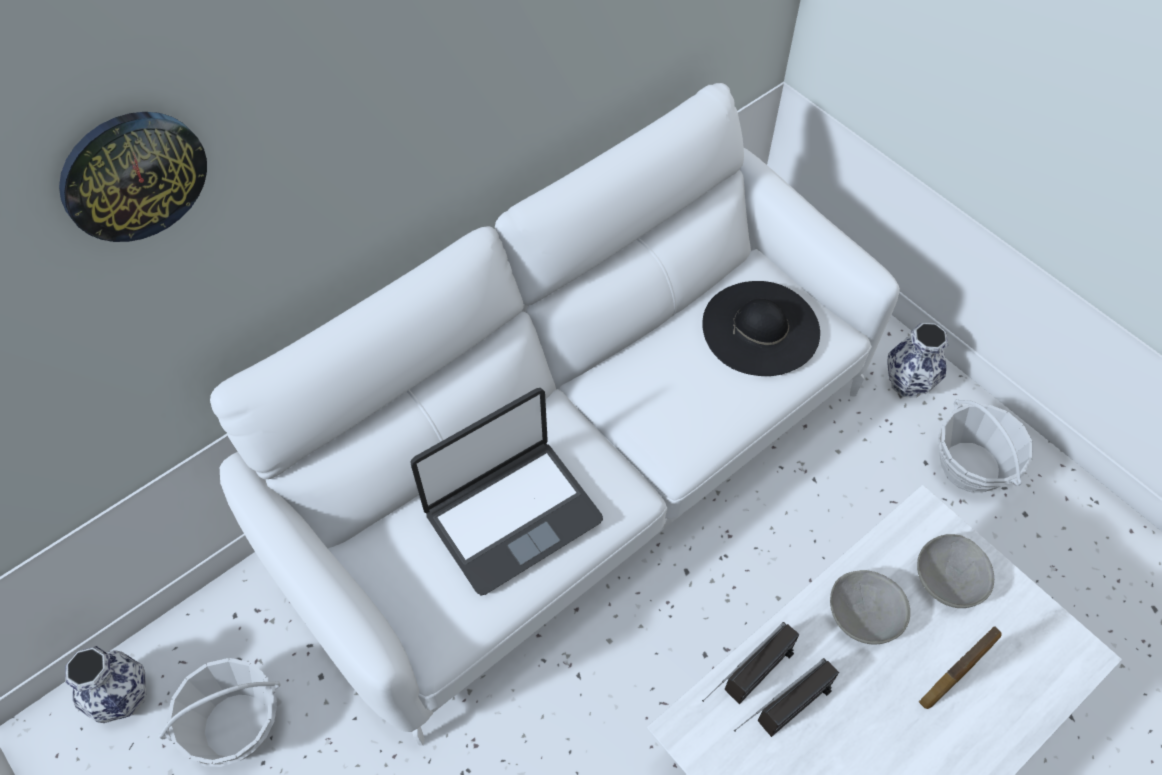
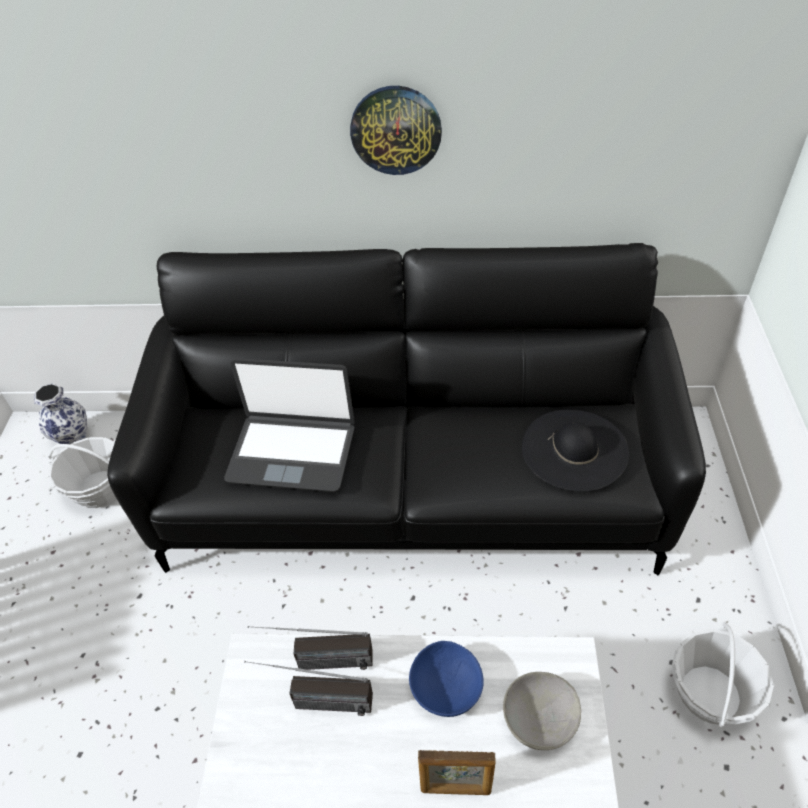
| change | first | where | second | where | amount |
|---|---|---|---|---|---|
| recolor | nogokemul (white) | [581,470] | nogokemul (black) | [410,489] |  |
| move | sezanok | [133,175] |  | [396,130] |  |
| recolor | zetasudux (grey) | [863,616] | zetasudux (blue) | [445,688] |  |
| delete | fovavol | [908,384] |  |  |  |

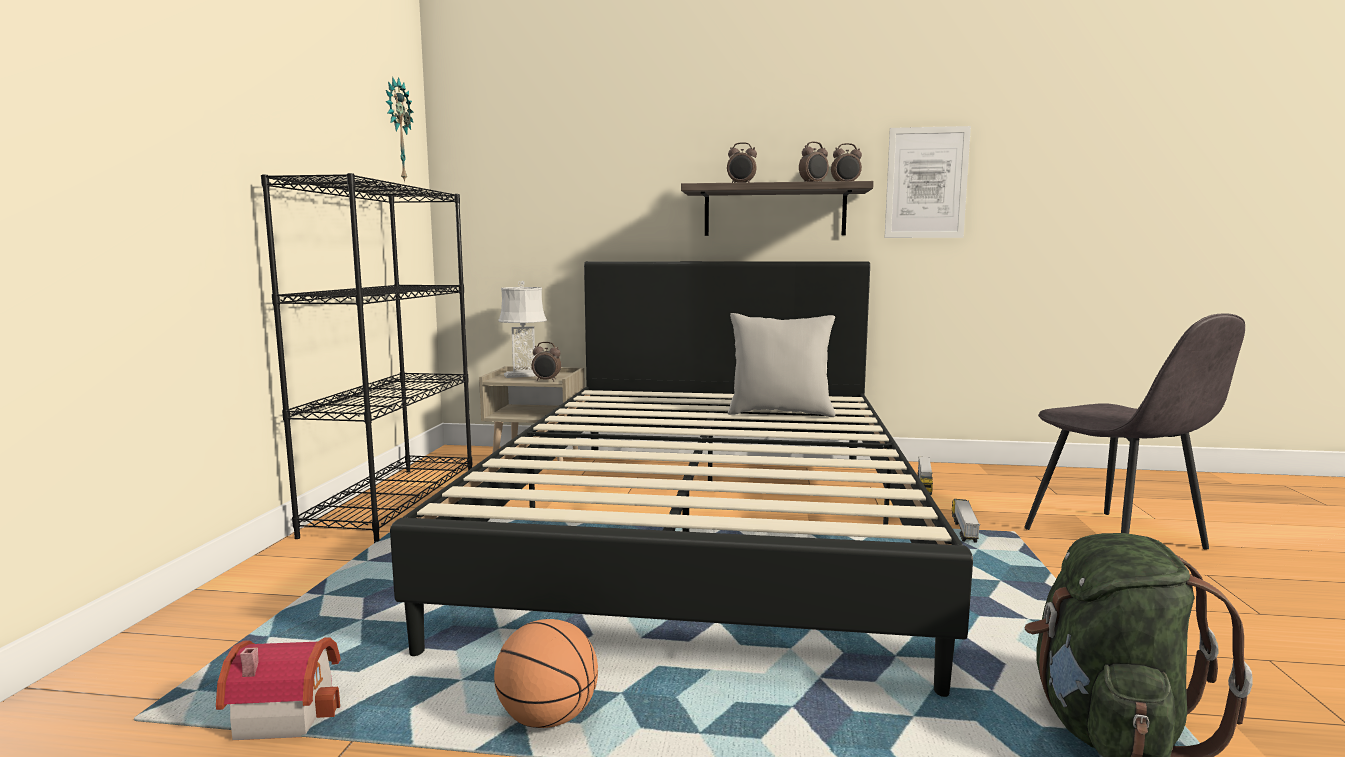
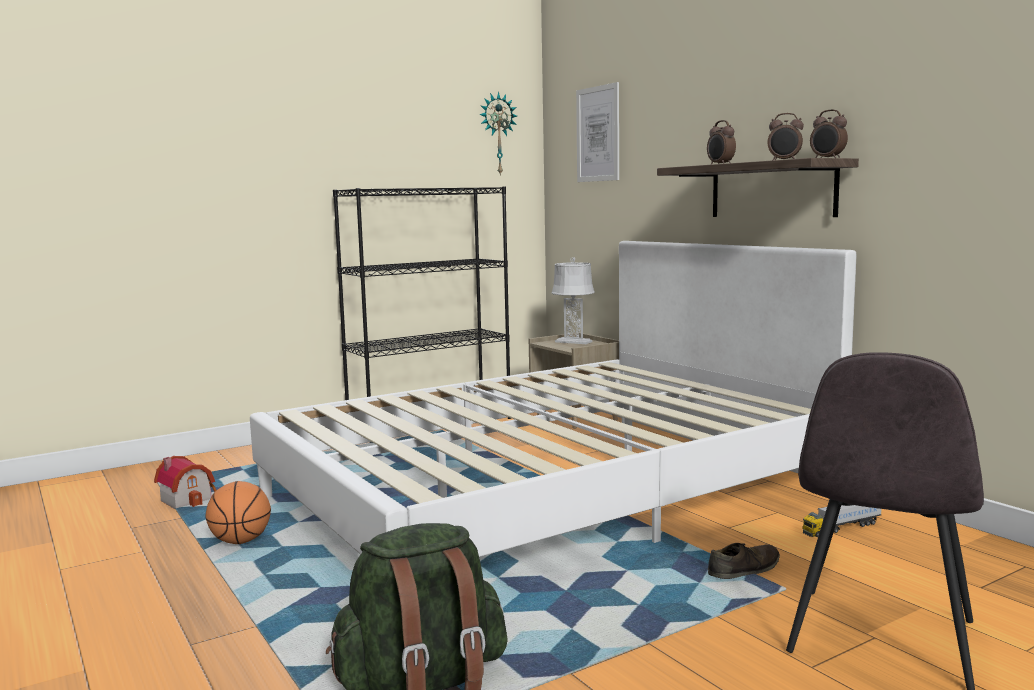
| change | first | where | second | where | amount |
|---|---|---|---|---|---|
| recolor | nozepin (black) | [705,527] | nozepin (white) | [548,494] |  |
| move | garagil | [926,183] |  | [598,134] |  |
| replace | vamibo | [963,529] | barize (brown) | [744,569] |  |
| delete | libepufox | [546,380] |  |  |  |
| delete | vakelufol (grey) | [780,413] |  |  |  |

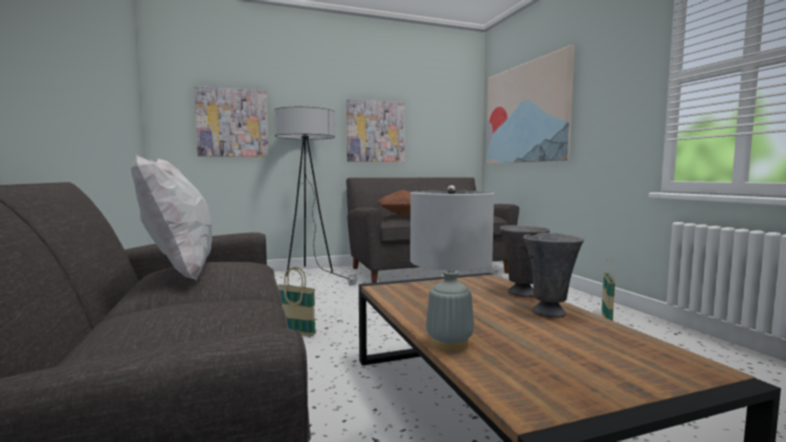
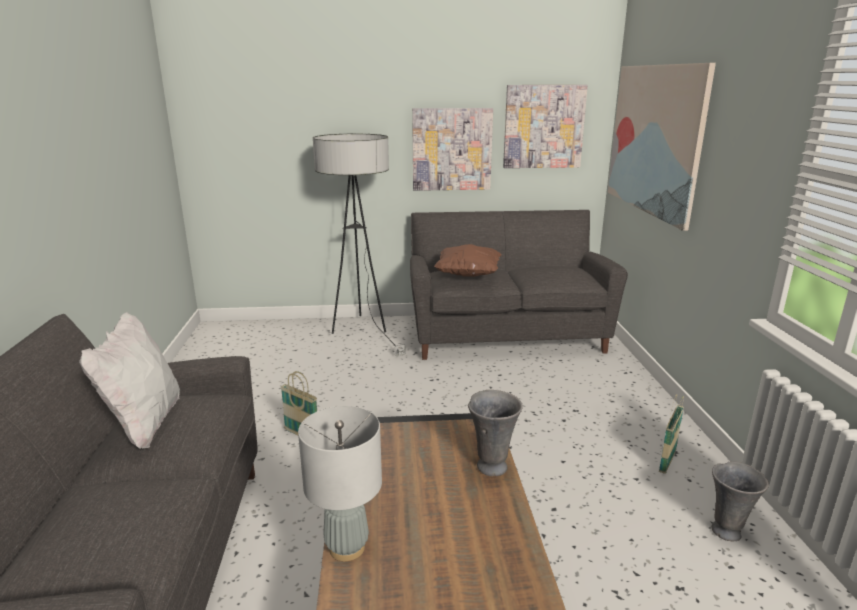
| change | first | where | second | where | amount |
|---|---|---|---|---|---|
| move | garagil | [232,123] |  | [543,127] |  |
| move | fovavol (grey) | [549,312] |  | [727,531] |  |

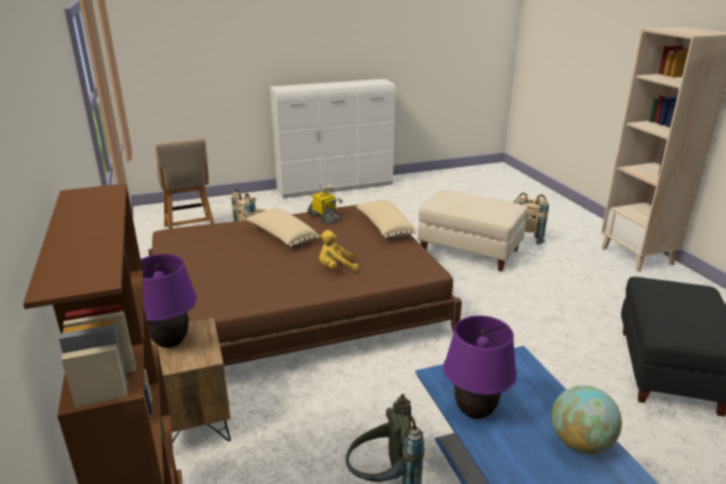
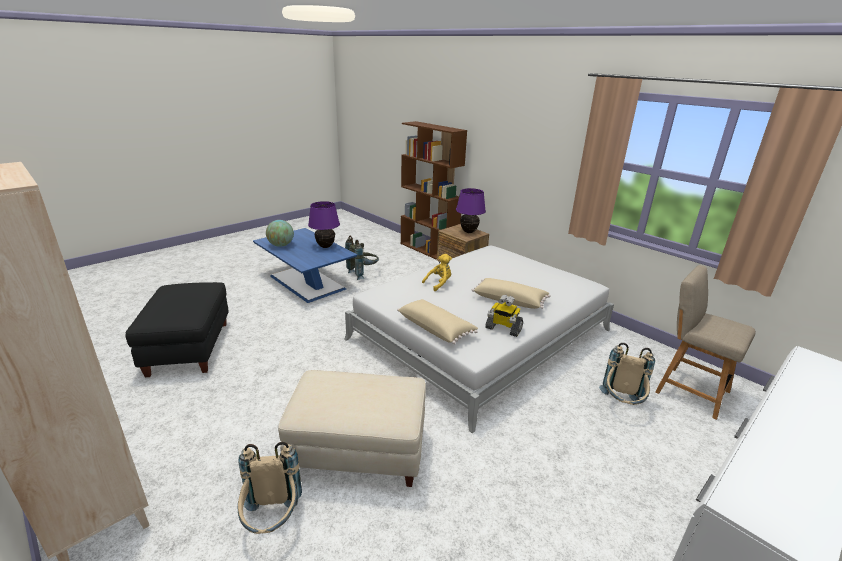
| change | first | where | second | where | amount |
|---|---|---|---|---|---|
| recolor | nozepin (brown) | [295,306] | nozepin (white) | [480,334] |  |

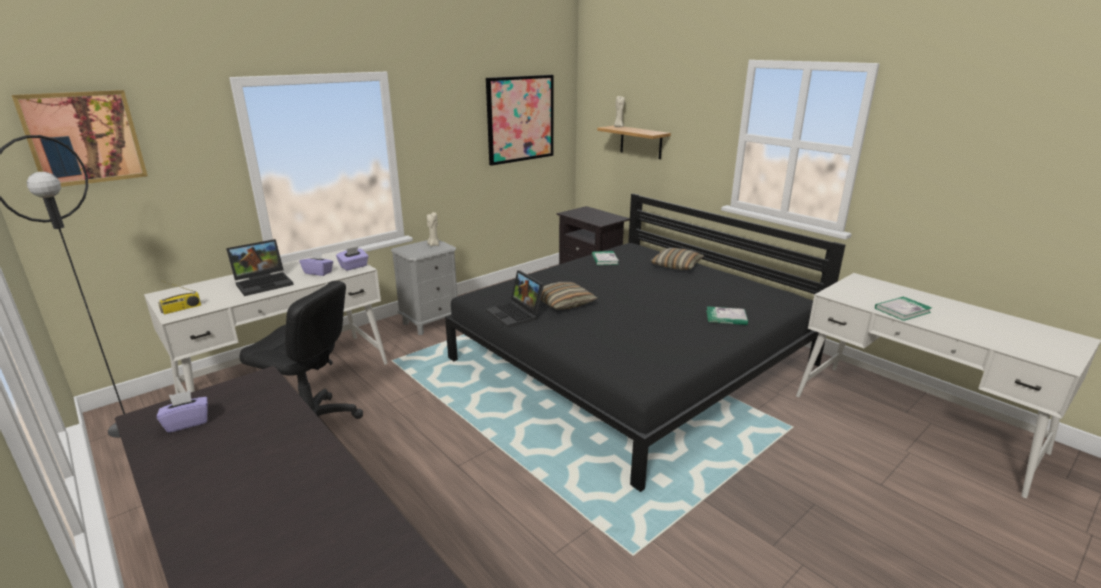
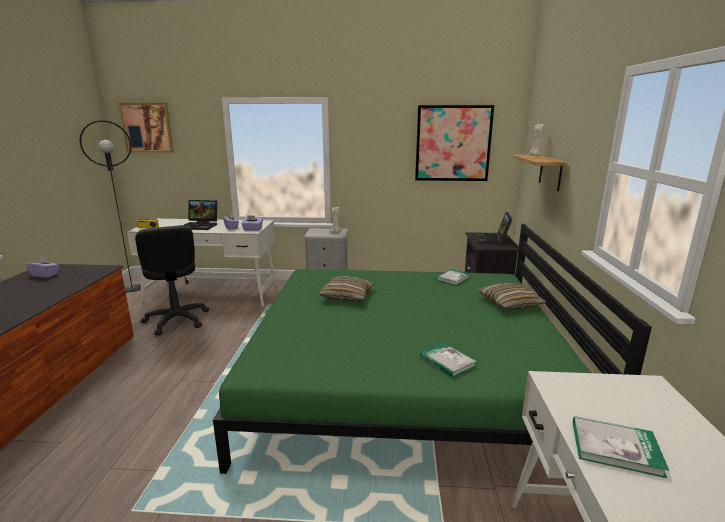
| change | first | where | second | where | amount |
|---|---|---|---|---|---|
| recolor | nozepin (black) | [633,361] | nozepin (green) | [406,379] |  |
| move | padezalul | [516,314] |  | [493,240] |  |

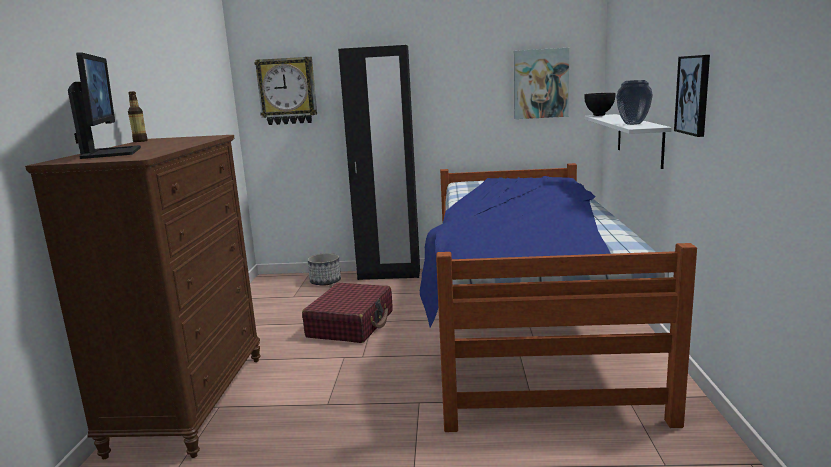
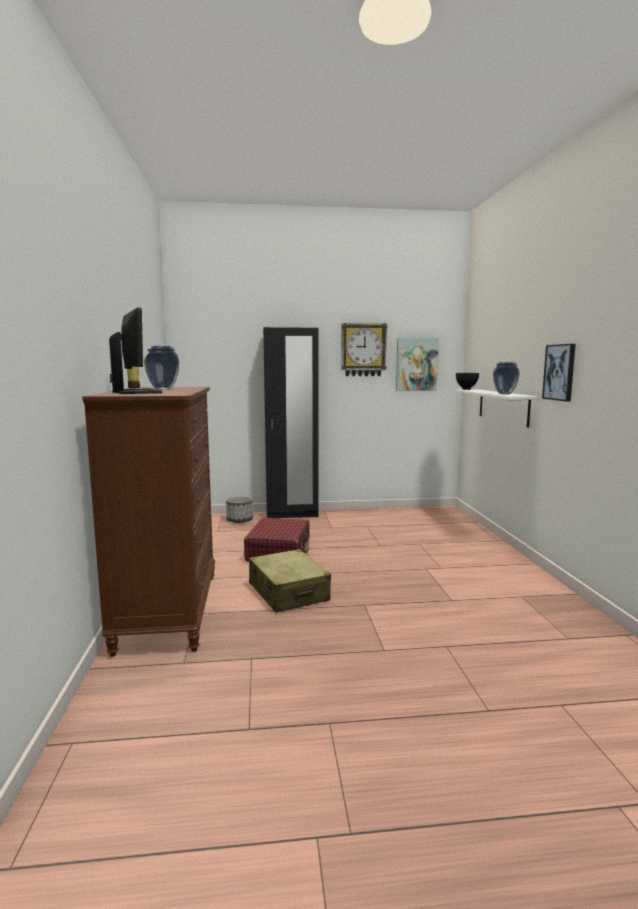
| change | first | where | second | where | amount |
|---|---|---|---|---|---|
| insert |  |  | fovavol | [163,389] |  |
| insert |  |  | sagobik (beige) | [288,592] |  |
| move | sezanok | [287,91] |  | [363,350] |  |
| delete | nozepin | [525,324] |  |  |  |

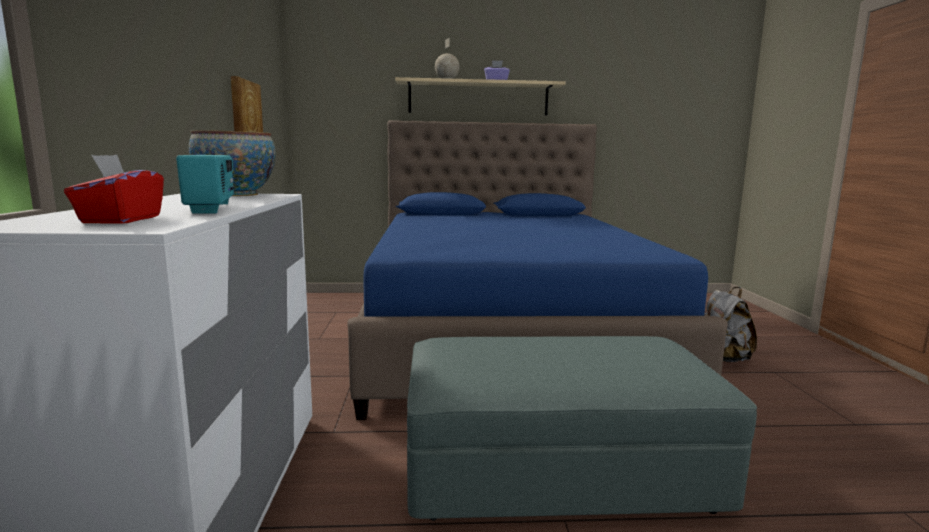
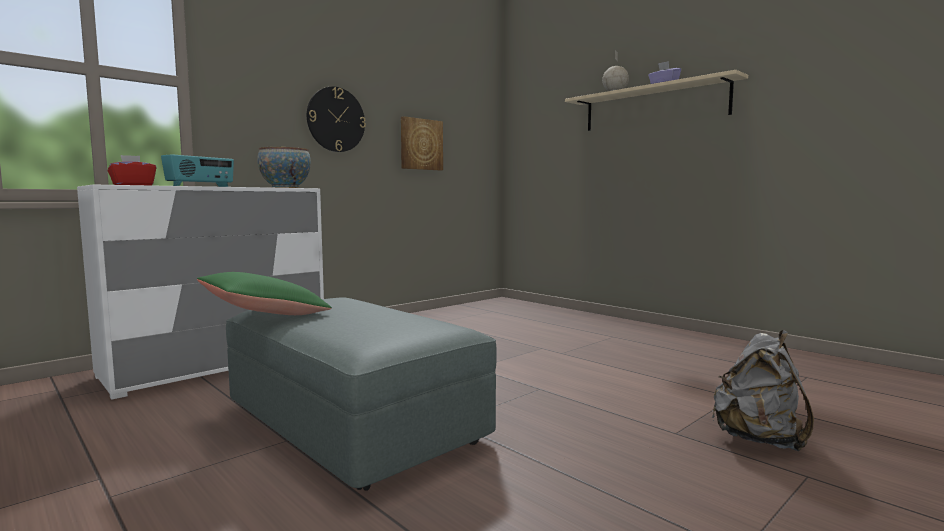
| change | first | where | second | where | amount |
|---|---|---|---|---|---|
| insert |  |  | vakelufol (green) | [264,314] |  |
| insert |  |  | sezanok | [336,119] |  |
| delete | nozepin (blue) | [505,336] |  |  |  |

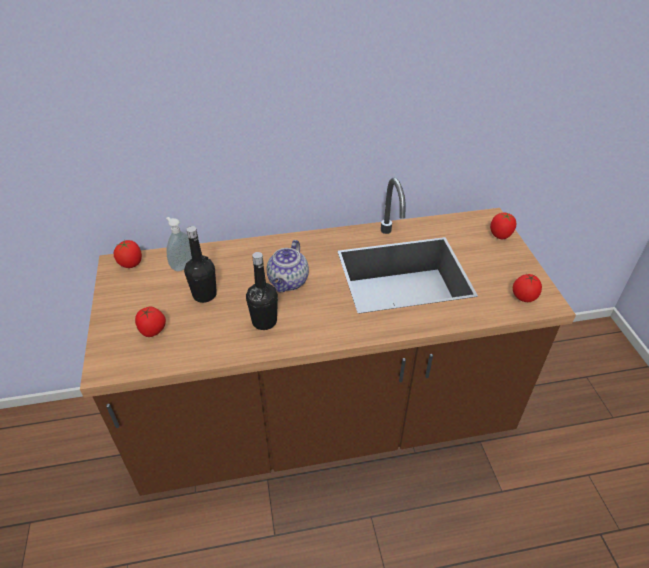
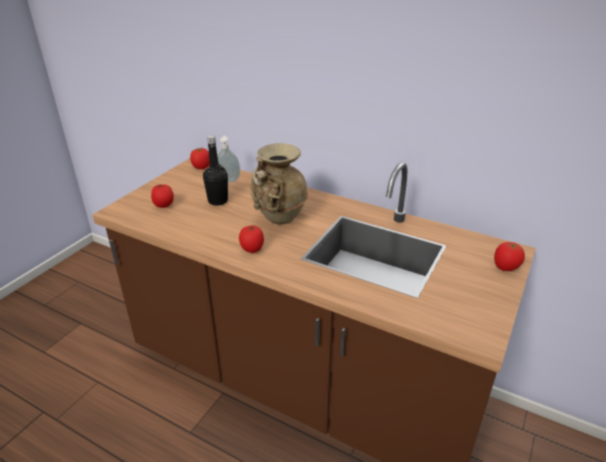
| change | first | where | second | where | amount |
|---|---|---|---|---|---|
| move | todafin | [523,298] |  | [252,249] |  |
| replace | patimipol | [288,282] | fovavol (beige) | [278,218] |  |
| delete | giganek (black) | [264,321] |  |  |  |

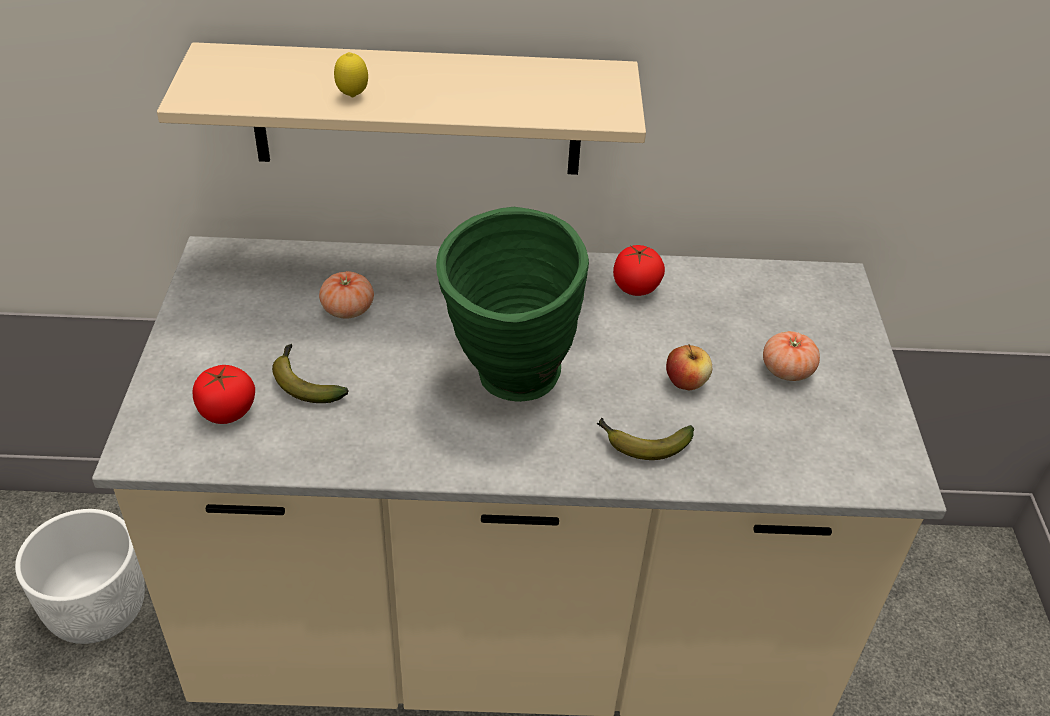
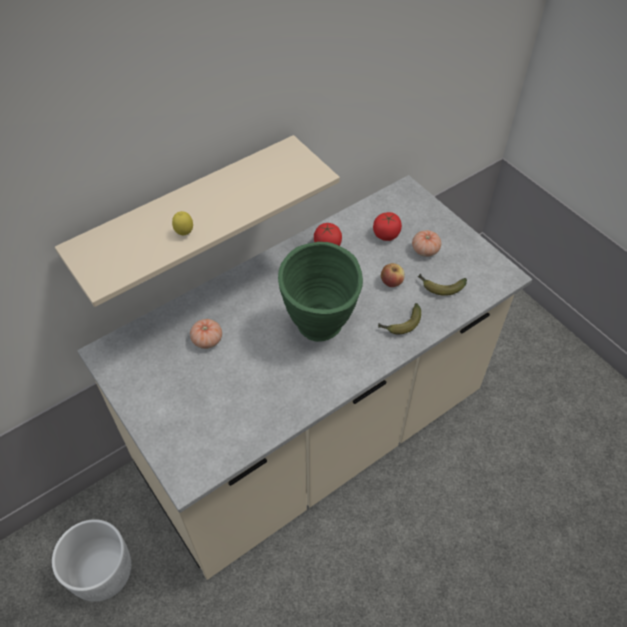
| change | first | where | second | where | amount |
|---|---|---|---|---|---|
| move | todafin | [227,411] |  | [386,234] |  |
| move | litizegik | [304,382] |  | [439,287] |  |

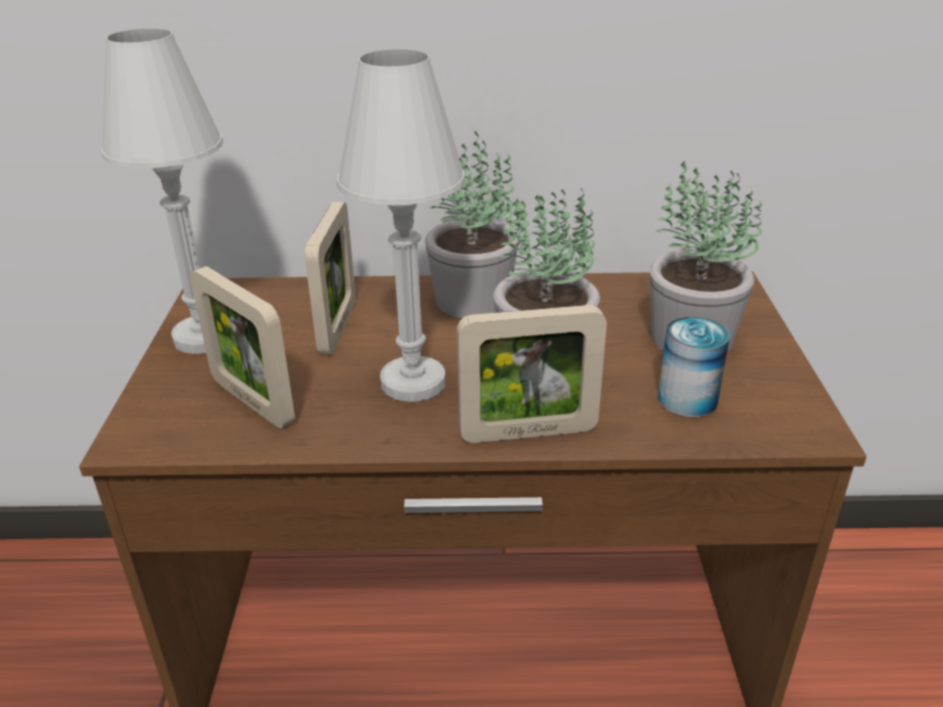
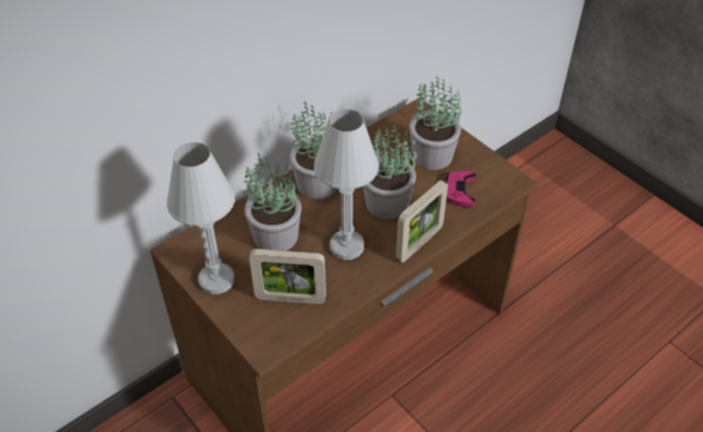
| change | first | where | second | where | amount |
|---|---|---|---|---|---|
| replace | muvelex | [338,327] | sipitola | [274,236] |  |
| replace | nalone | [687,399] | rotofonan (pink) | [460,191] |  |

